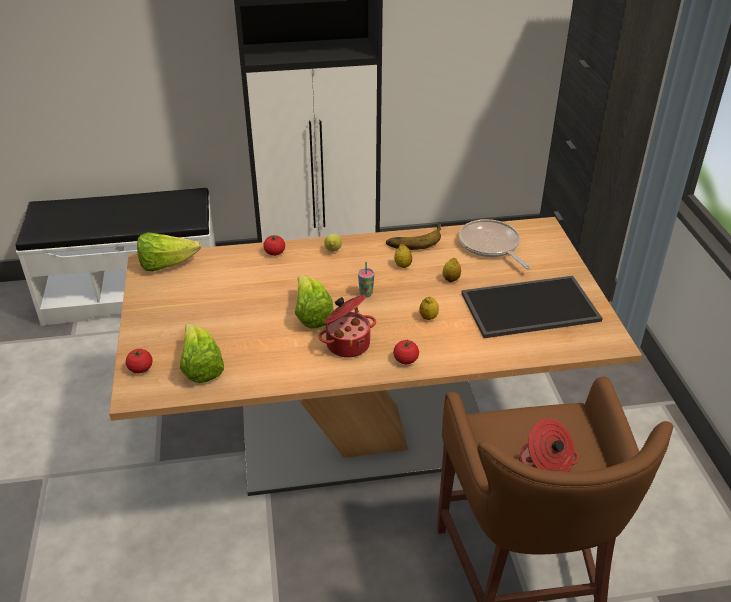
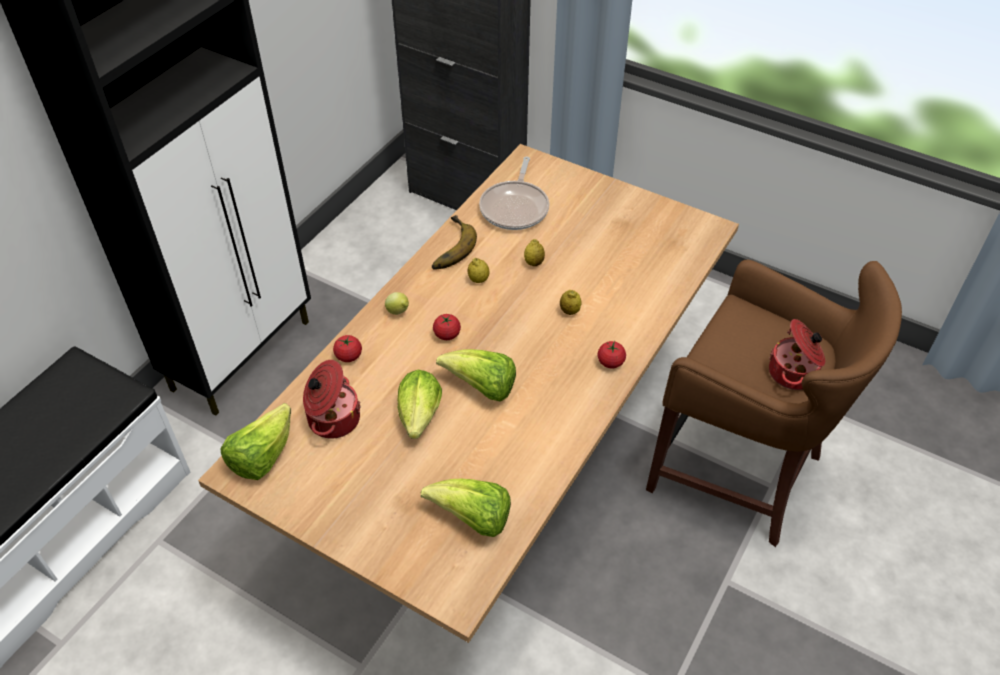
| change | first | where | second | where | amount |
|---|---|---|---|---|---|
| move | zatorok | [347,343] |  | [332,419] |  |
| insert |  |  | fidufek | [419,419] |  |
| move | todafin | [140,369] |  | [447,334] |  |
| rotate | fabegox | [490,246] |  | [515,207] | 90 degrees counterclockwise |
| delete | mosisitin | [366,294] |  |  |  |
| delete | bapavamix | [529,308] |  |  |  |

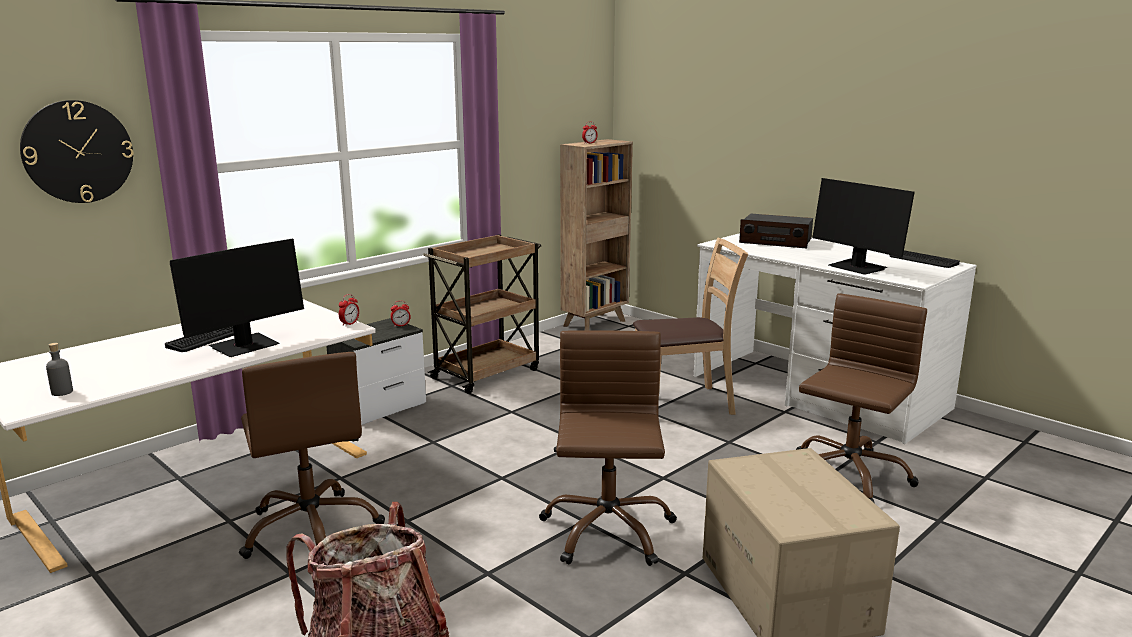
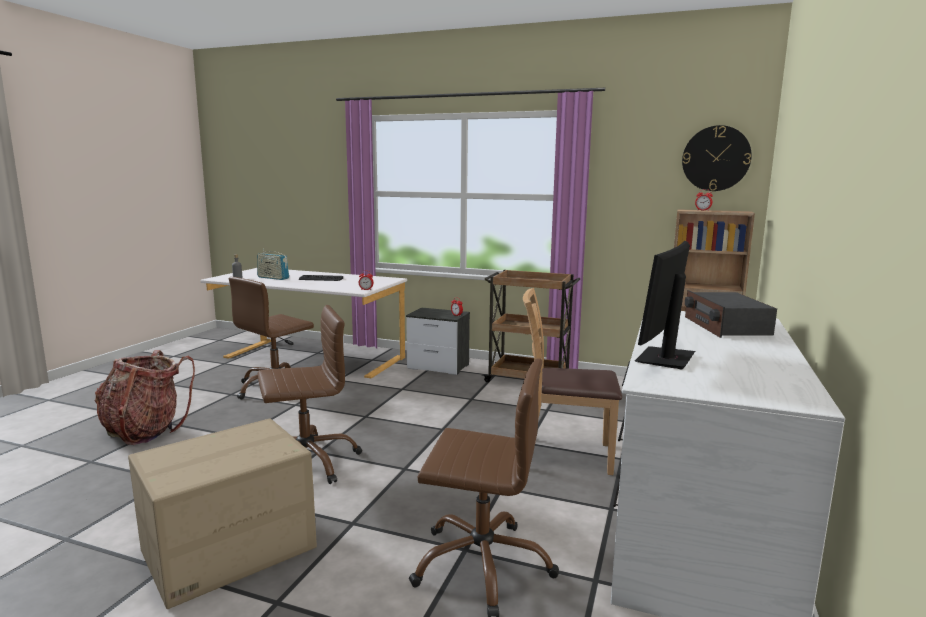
| change | first | where | second | where | amount |
|---|---|---|---|---|---|
| insert |  |  | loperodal | [273,278] |  |
| rotate | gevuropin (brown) | [684,403] |  | [565,455] | 135 degrees clockwise |
| move | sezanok | [78,152] |  | [716,158] |  |
| delete | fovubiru | [244,346] |  |  |  |
| delete | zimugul | [923,260] |  |  |  |

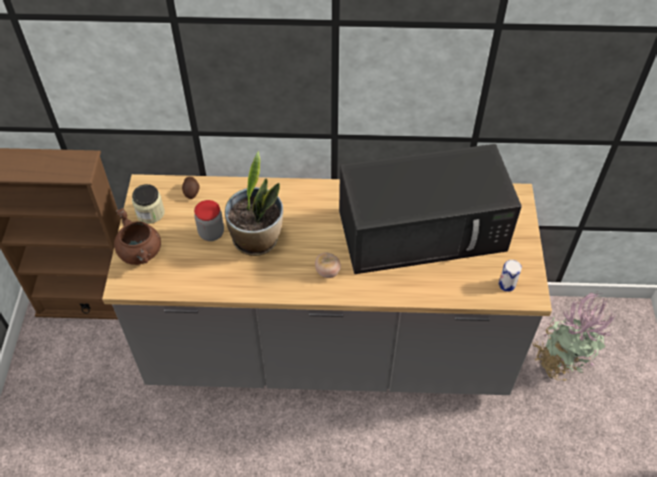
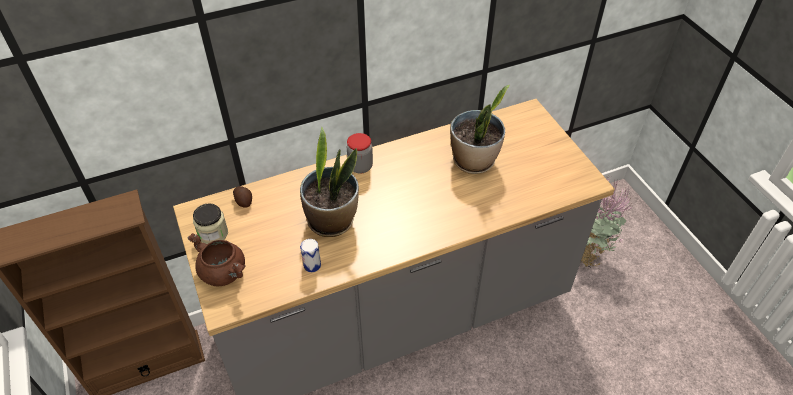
| change | first | where | second | where | amount |
|---|---|---|---|---|---|
| move | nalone | [506,284] |  | [312,265] |  |
| move | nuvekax | [211,233] |  | [360,166] |  |
| replace | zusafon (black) | [424,229] | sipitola | [474,161] |  |
| delete | todafin | [327,271] |  |  |  |

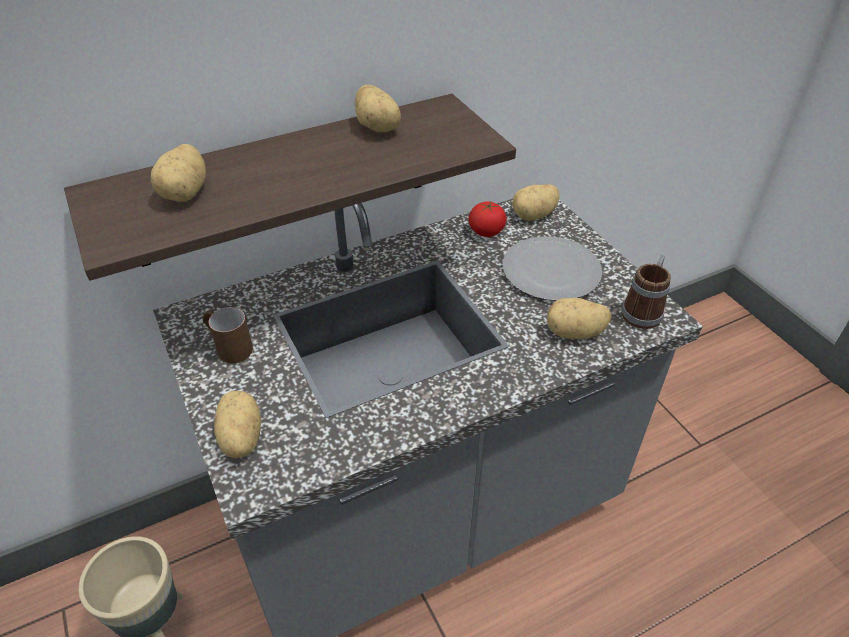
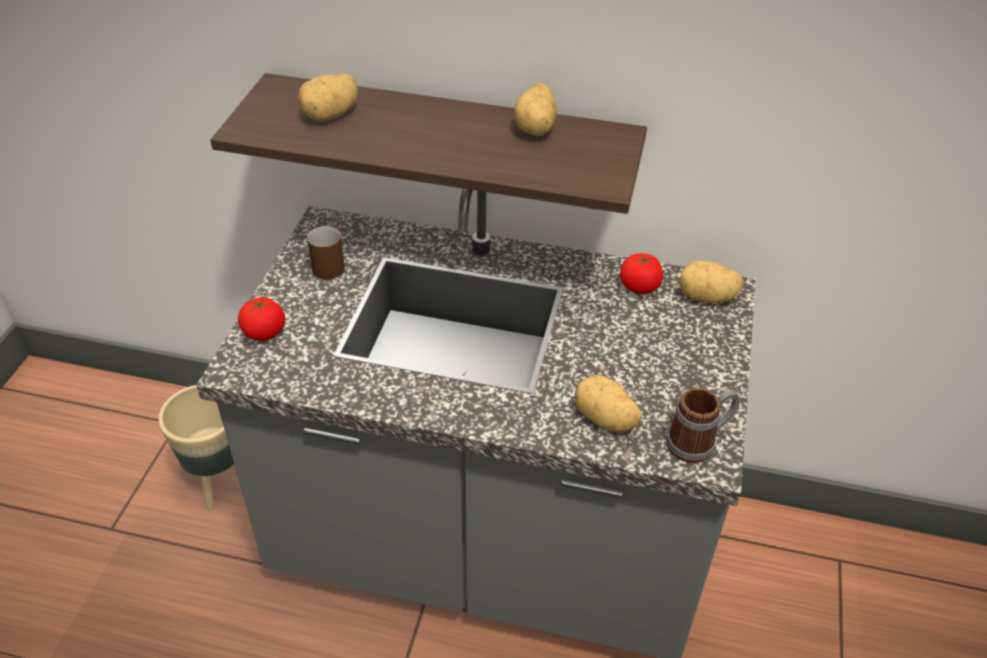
| change | first | where | second | where | amount |
|---|---|---|---|---|---|
| replace | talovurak | [239,438] | todafin | [264,332] |  |
| delete | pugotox | [550,272] |  |  |  |

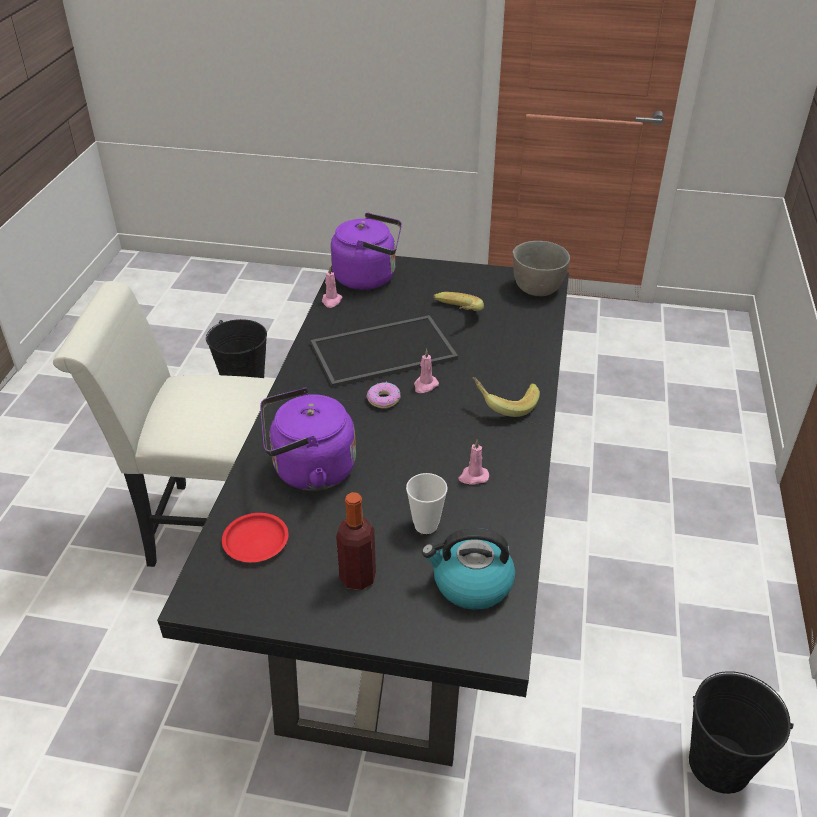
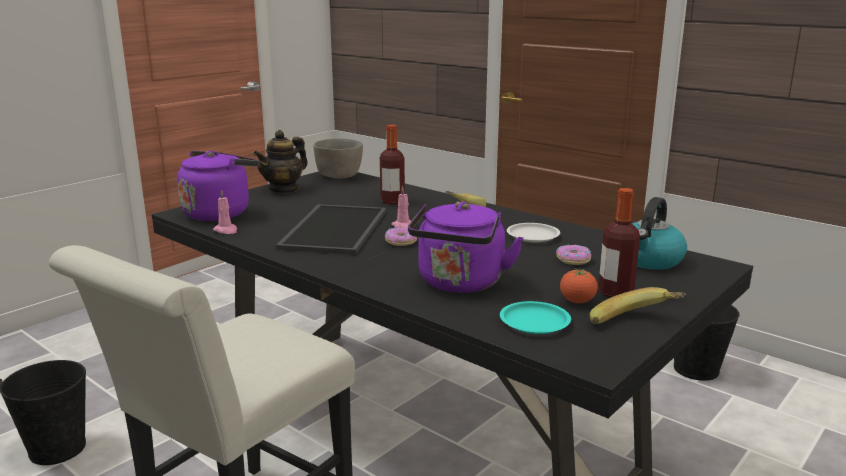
| change | first | where | second | where | amount |
|---|---|---|---|---|---|
| insert |  |  | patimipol | [283,189] |  |
| insert |  |  | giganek | [392,201] |  |
| recolor | pugotox (red) | [255,541] | pugotox (turquoise) | [534,322] |  |
| replace | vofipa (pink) | [473,477] | pugotox (white) | [532,236] |  |
| replace | mosisitin | [426,525] | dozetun | [573,260] |  |
| insert |  |  | todafin | [577,301] |  |
| move | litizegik | [455,315] |  | [635,325] |  |

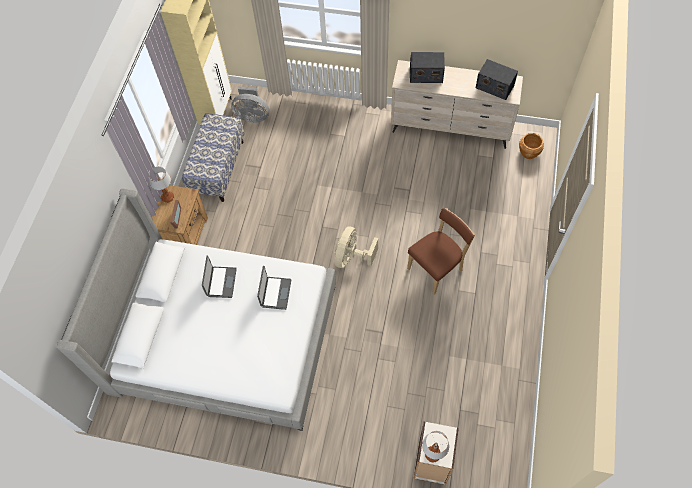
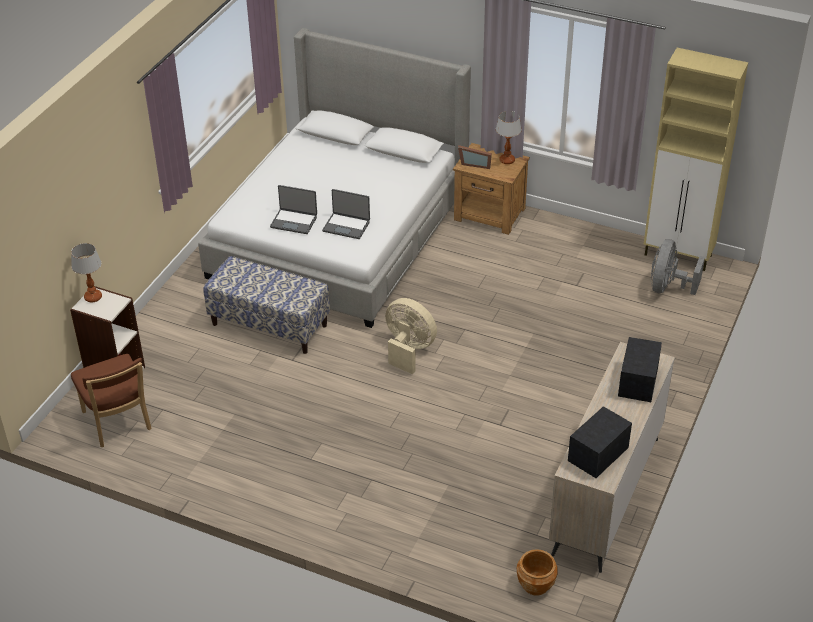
| change | first | where | second | where | amount |
|---|---|---|---|---|---|
| move | gevuropin (brown) | [437,268] |  | [118,423] |  |
| move | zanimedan | [218,168] |  | [270,325] |  |
| move | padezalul | [221,282] |  | [294,221] |  |

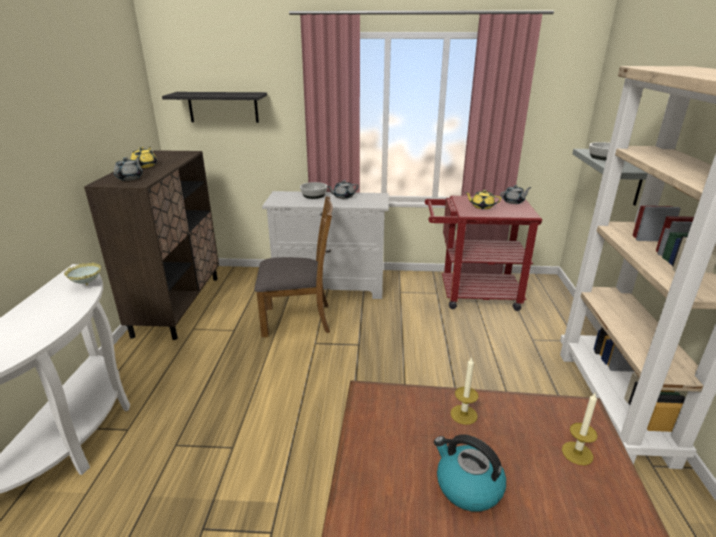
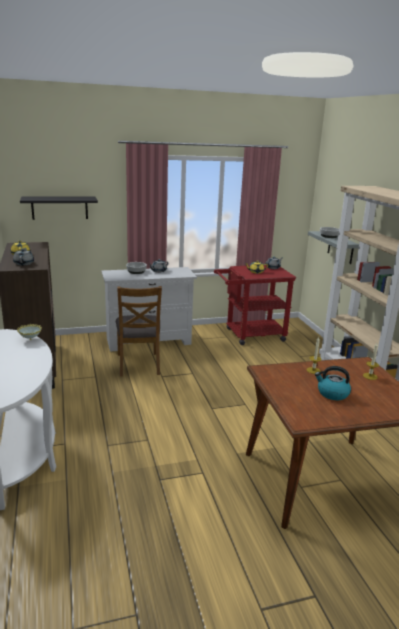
| change | first | where | second | where | amount |
|---|---|---|---|---|---|
| rotate | gevuropin (brown) | [297,319] |  | [139,364] | 105 degrees clockwise |

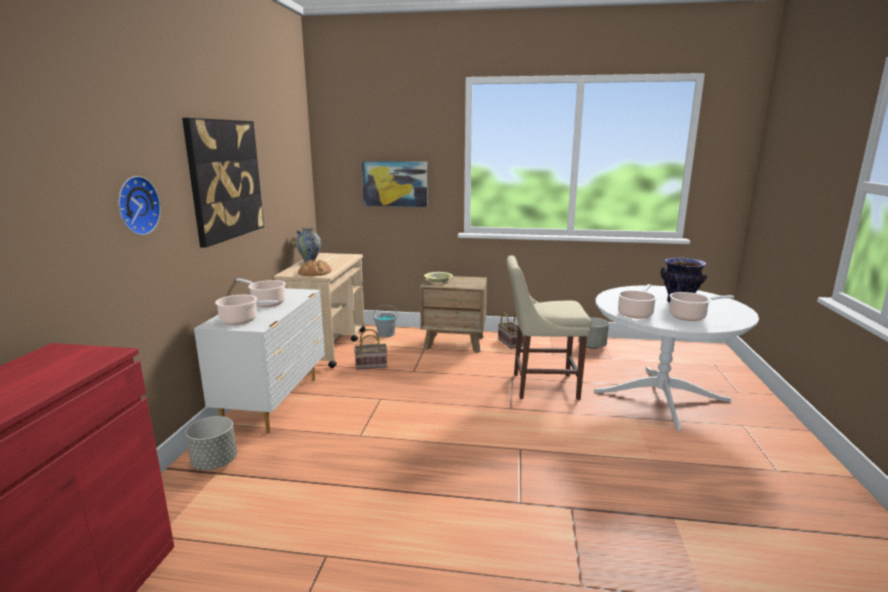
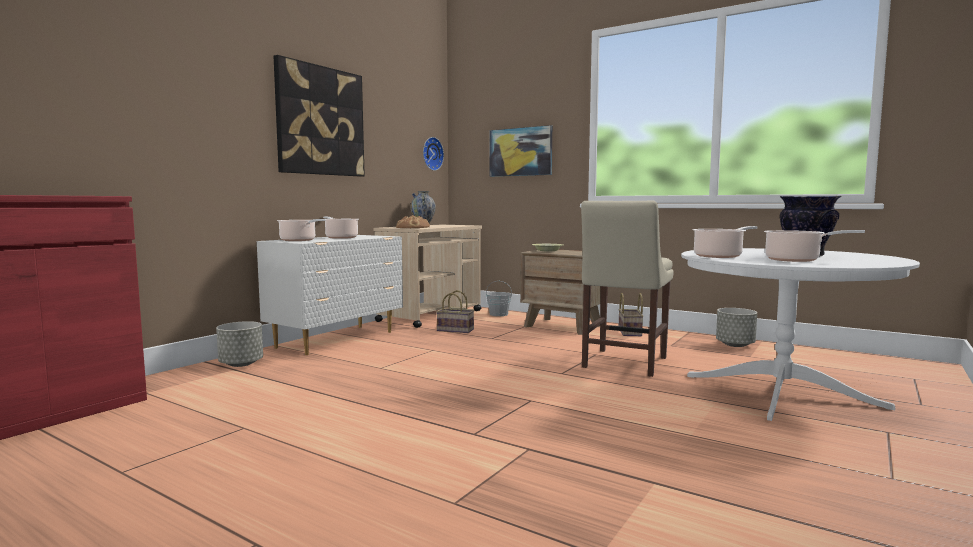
| change | first | where | second | where | amount |
|---|---|---|---|---|---|
| move | sezanok | [135,205] |  | [431,154] |  |
| rotate | gevuropin (beige) | [541,386] |  | [623,363] | 90 degrees counterclockwise |

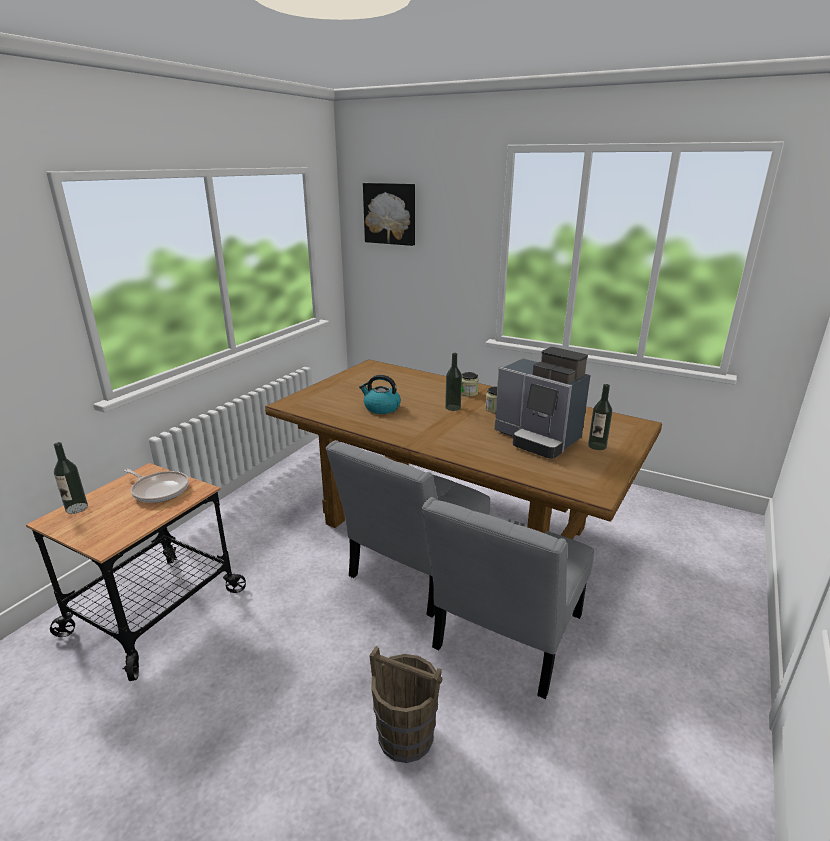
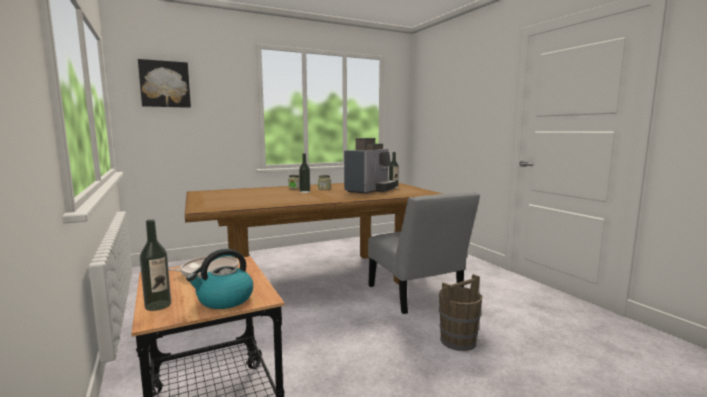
| change | first | where | second | where | amount |
|---|---|---|---|---|---|
| move | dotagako | [381,408] |  | [224,300] |  |
| rotate | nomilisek | [538,439] |  | [370,190] | 45 degrees counterclockwise |
| delete | gevuropin (grey) | [413,572] |  |  |  |

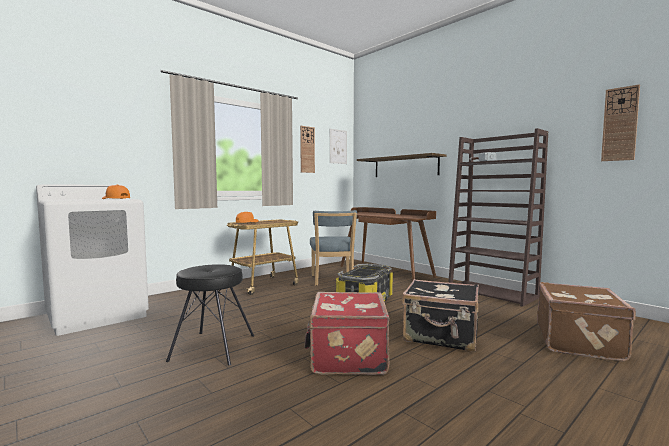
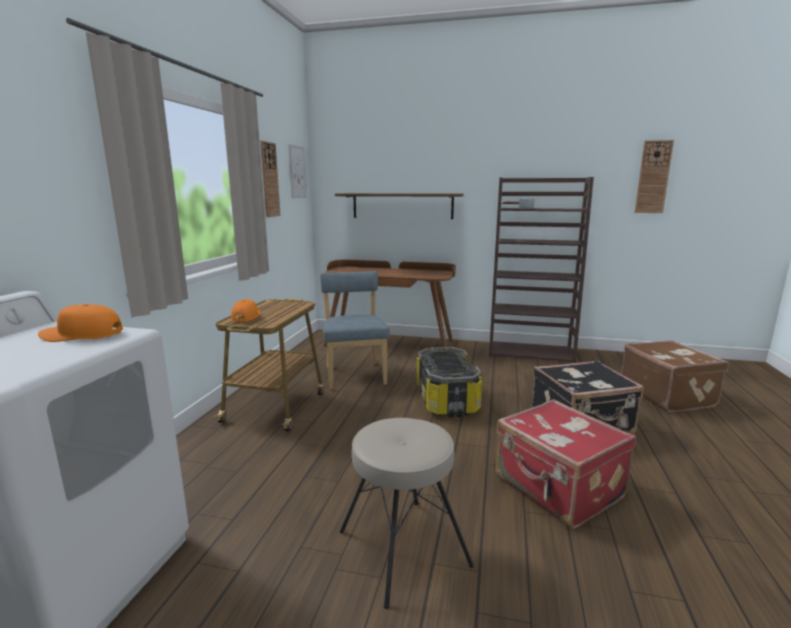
| change | first | where | second | where | amount |
|---|---|---|---|---|---|
| rotate | gevuropin (blue) | [332,281] |  | [354,374] | 150 degrees counterclockwise |
| recolor | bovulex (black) | [212,347] | bovulex (beige) | [402,549] |  |

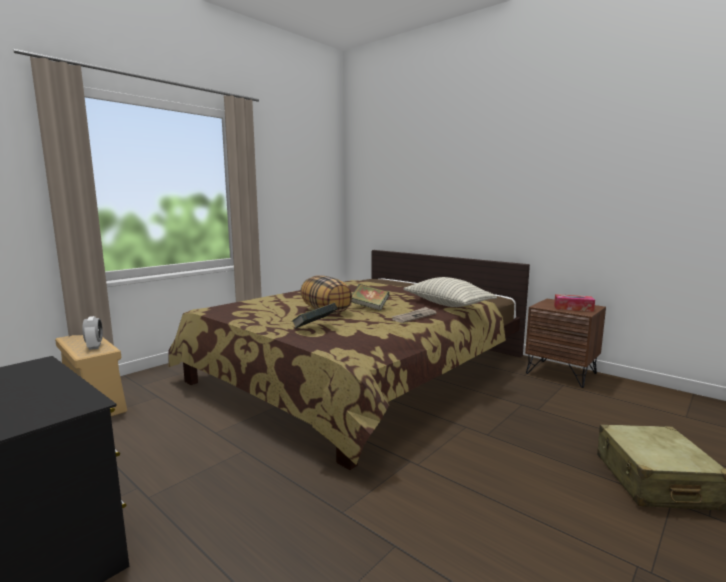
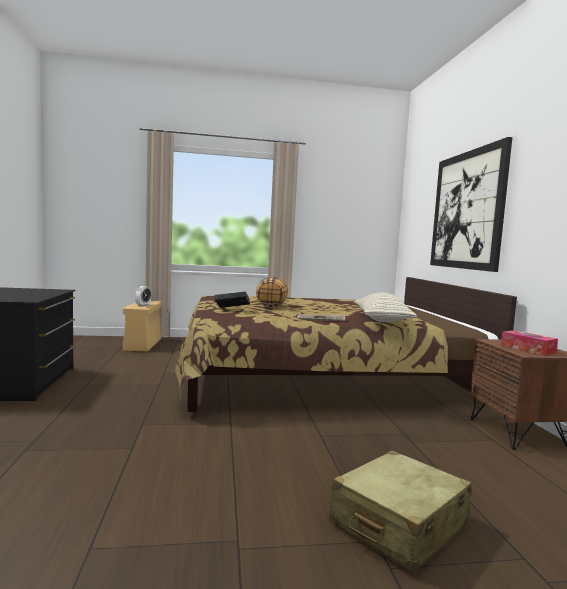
| change | first | where | second | where | amount |
|---|---|---|---|---|---|
| insert |  |  | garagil | [467,210] |  |
| delete | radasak | [369,307] |  |  |  |

